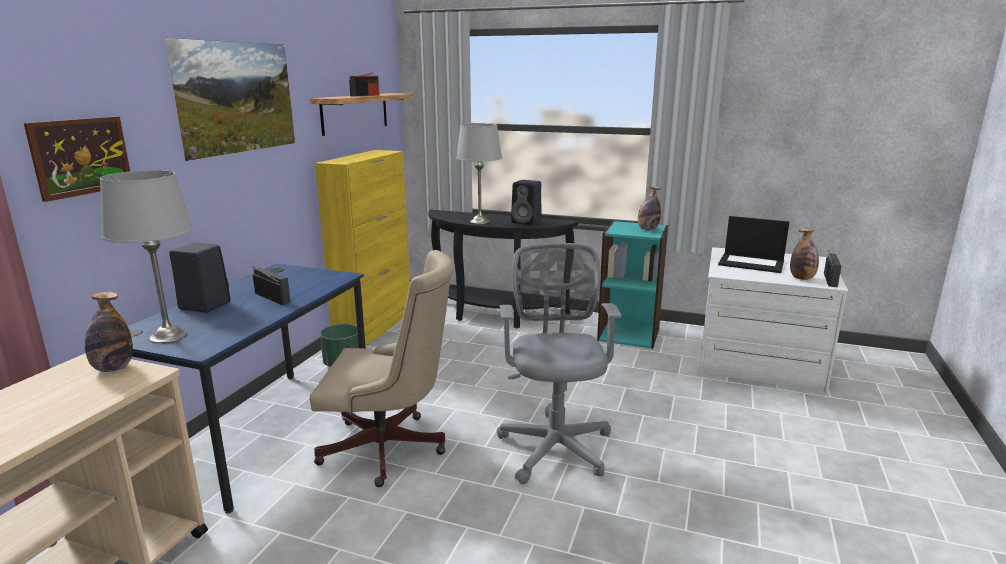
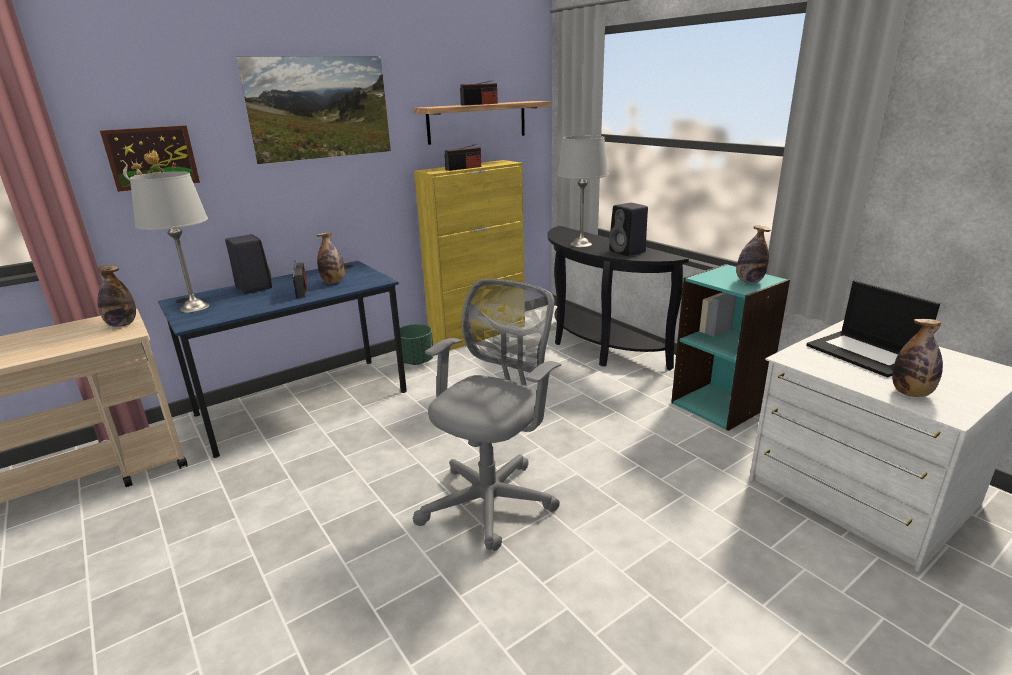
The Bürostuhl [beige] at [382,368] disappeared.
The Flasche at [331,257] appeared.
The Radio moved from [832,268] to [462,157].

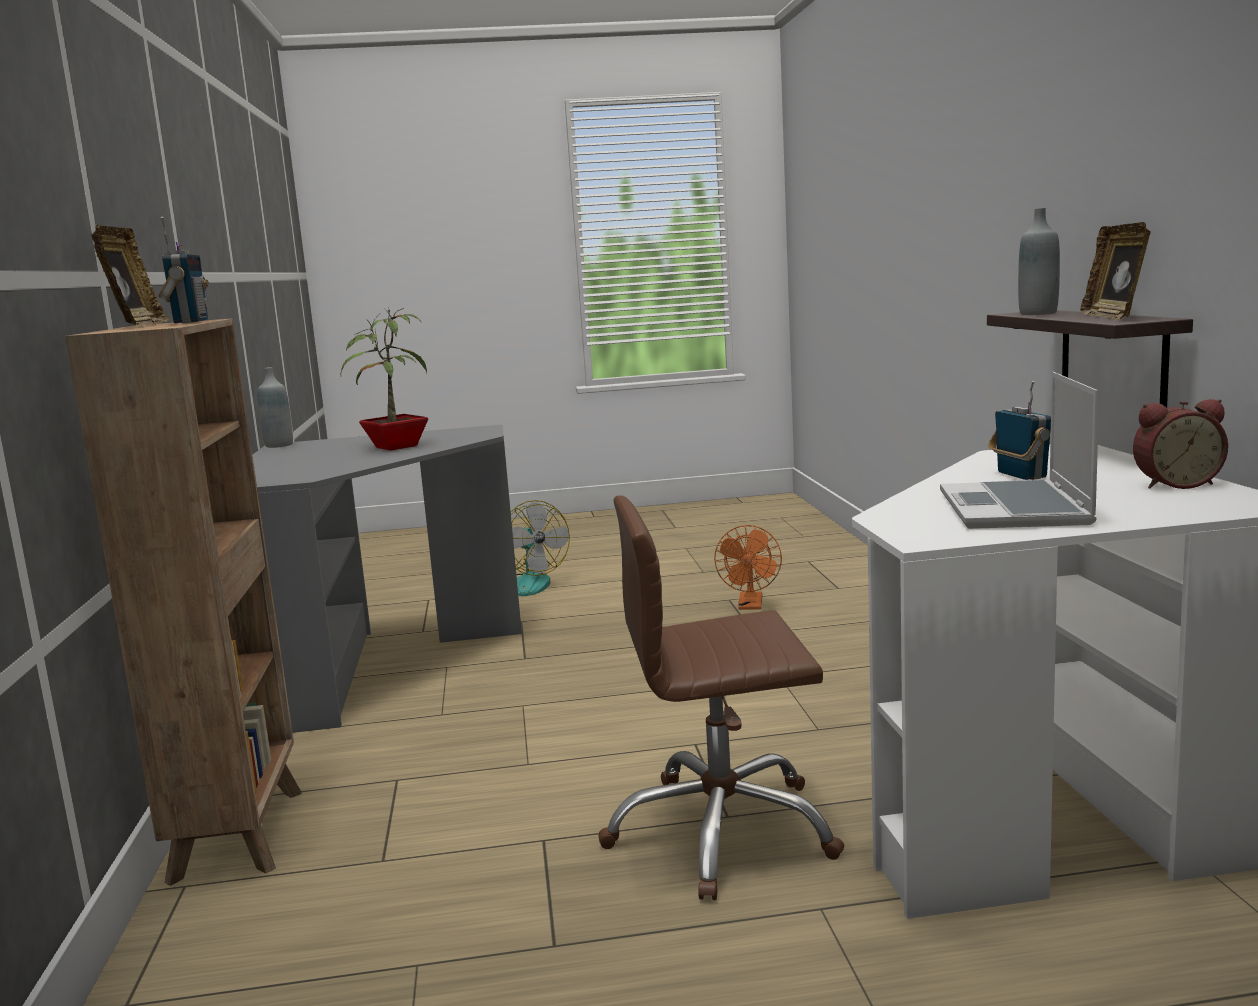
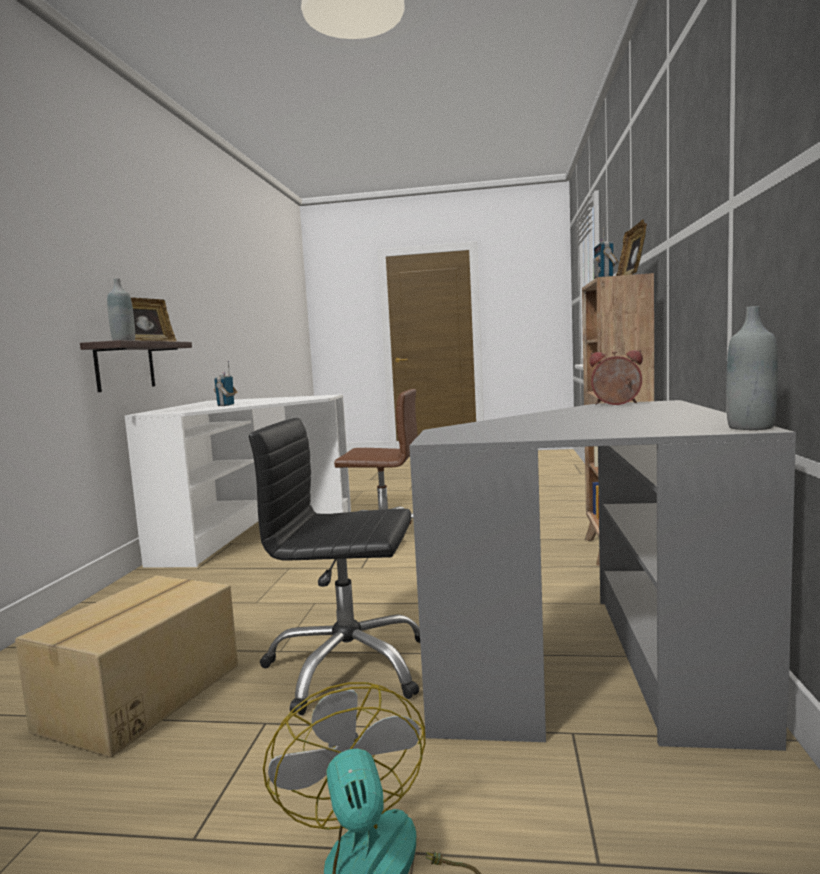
The Topfpflanze at [384,379] disappeared.
The Laptop at [1019,450] disappeared.
The Bürostuhl [schwarz] at [334,566] appeared.
The Wecker moved from [1180,444] to [616,377].
The Ventilator [orange] at [748,567] was replaced by the Karton at [126,666].

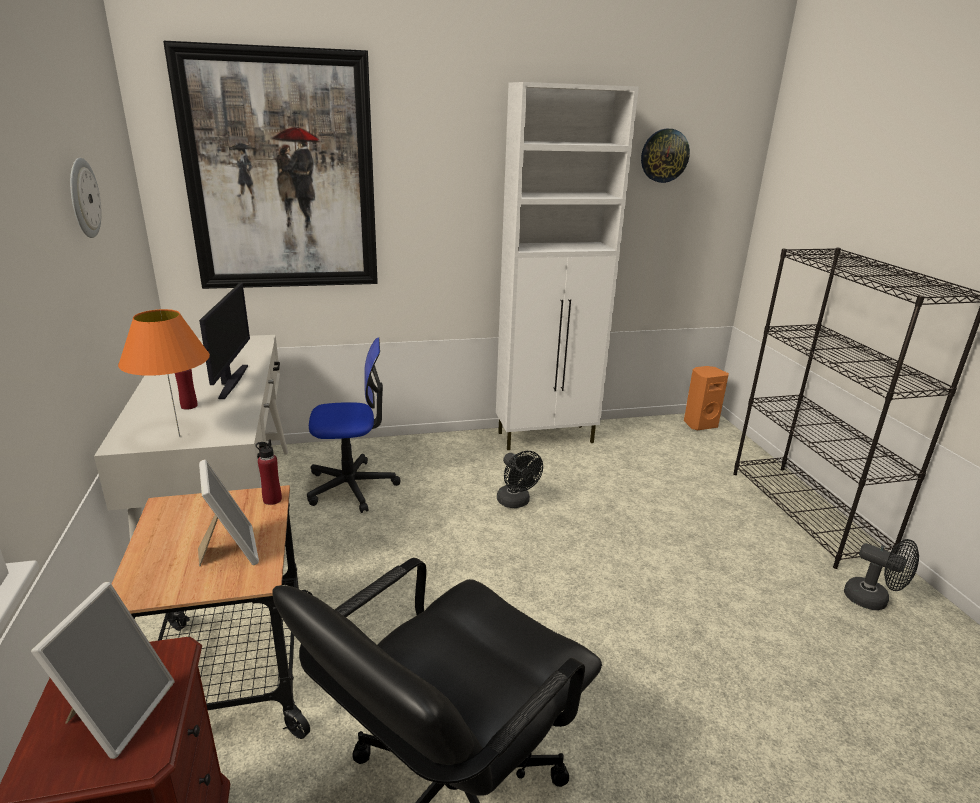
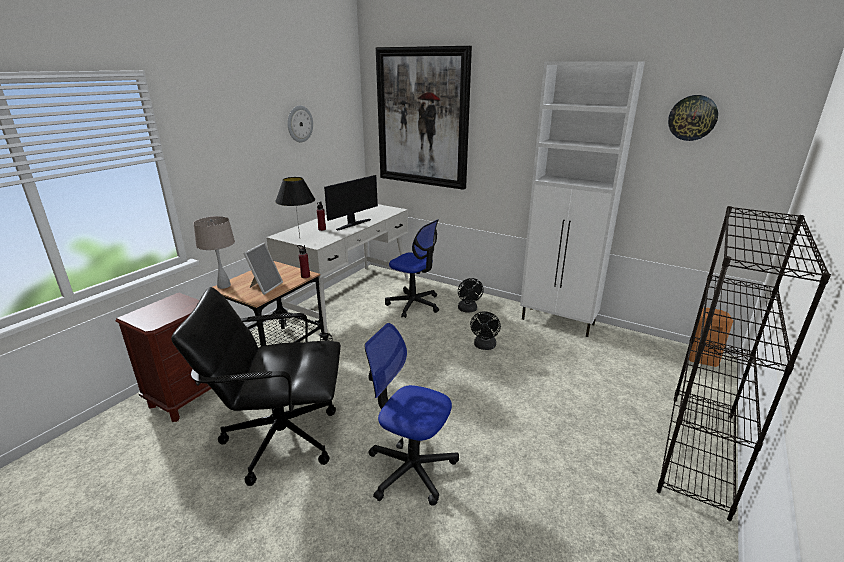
The Bilderrahmen at [103,670] disappeared.
The Tischlampe [beige] at [214,252] appeared.
The Bürostuhl at [412,414] appeared.
The Ventilator [schwarz] moved from [881,574] to [471,295].
The Tischlampe [orange] at [164,373] became the Tischlampe [schwarz] at [295,207].

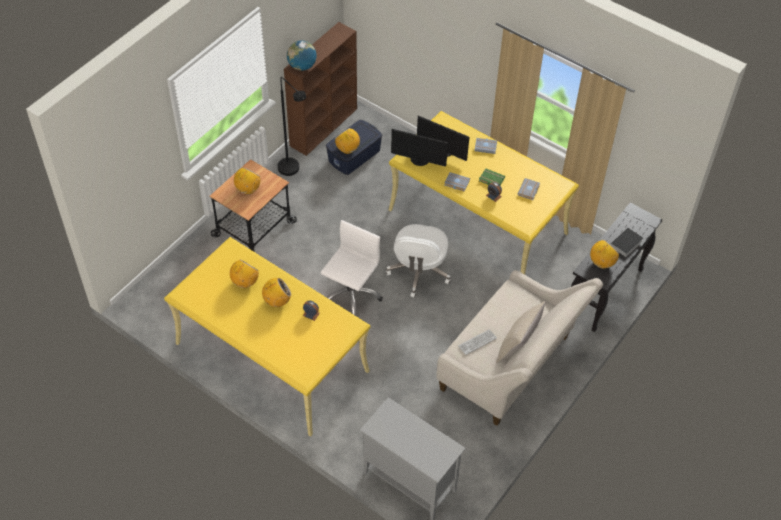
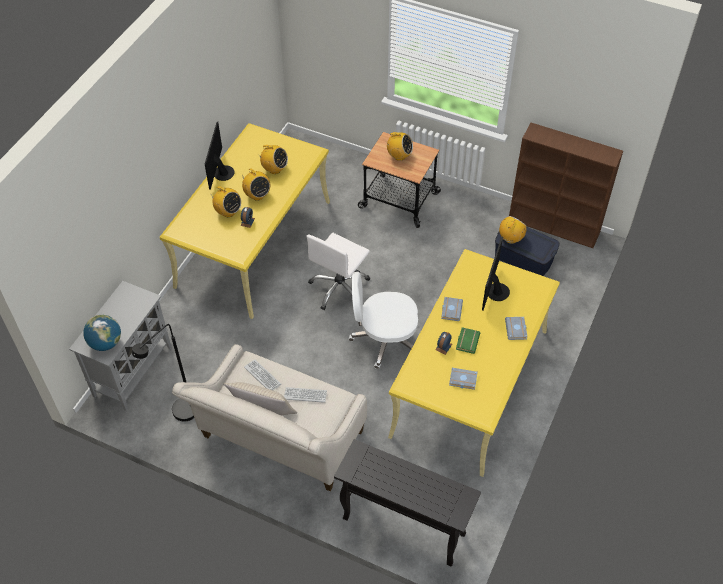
The Buch at [626,242] disappeared.
The Tastatur at [305,395] appeared.
The Stehlampe [schwarz] moved from [292,126] to [163,373].
The Globus moved from [302,55] to [102,333].
The Monitor moved from [419,147] to [220,156].
The Radio moved from [604,254] to [226,201].
The Bürostuhl [weiß] at [352,268] turned 105 degrees clockwise.

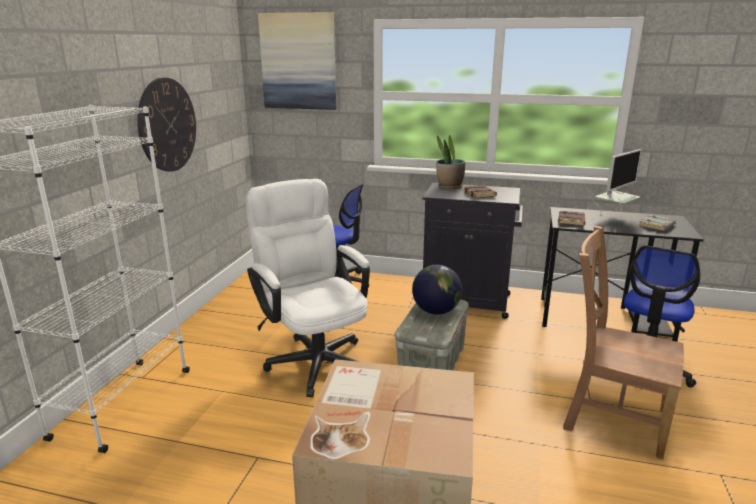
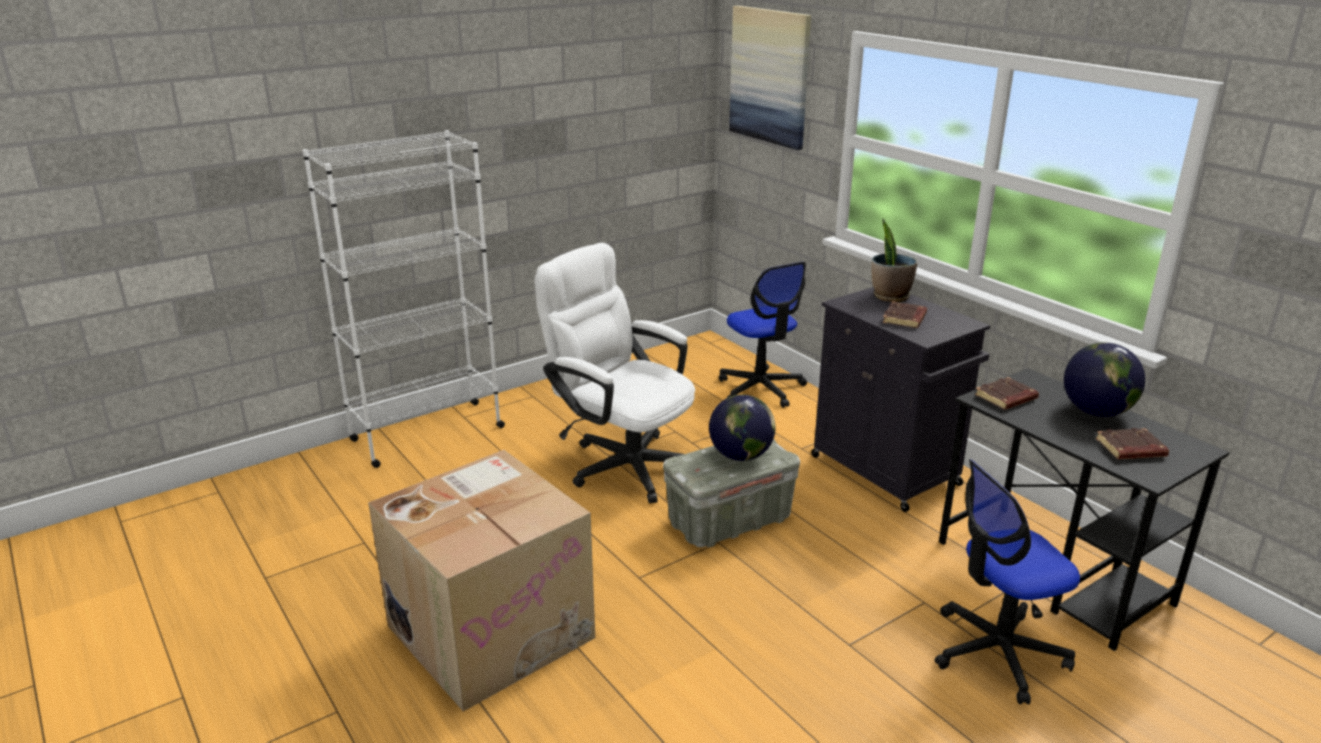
The Wanduhr at [166,124] disappeared.
The Stuhl [braun] at [623,342] disappeared.
The Monitor at [617,180] was replaced by the Globus at [1104,380].
The Buch [grau] at [657,223] became the Buch [braun] at [1132,443].
The Bürostuhl [weiß] at [308,288] turned 60 degrees counterclockwise.

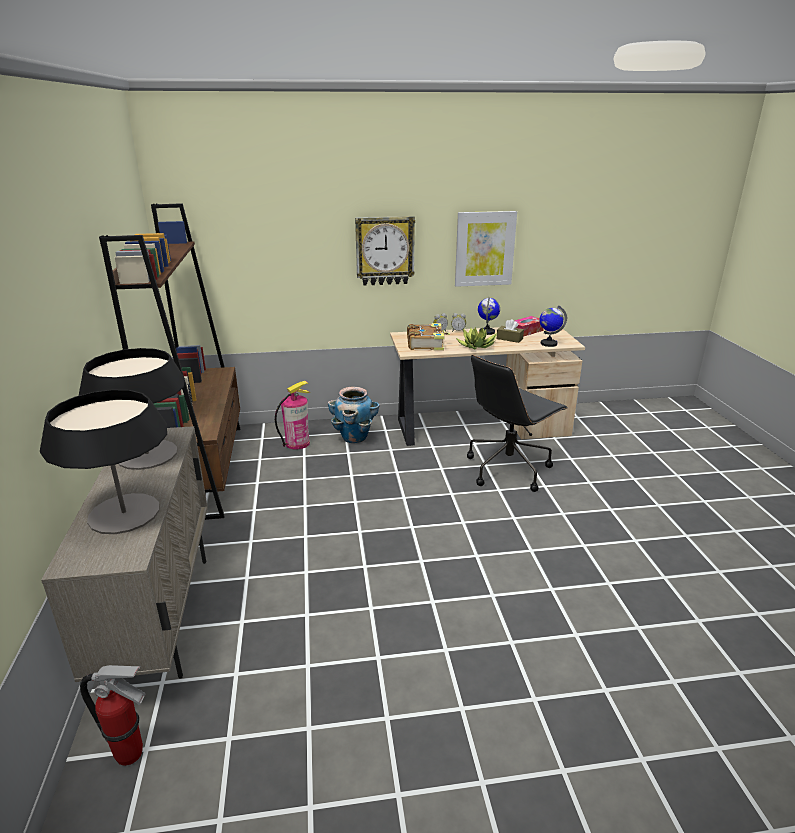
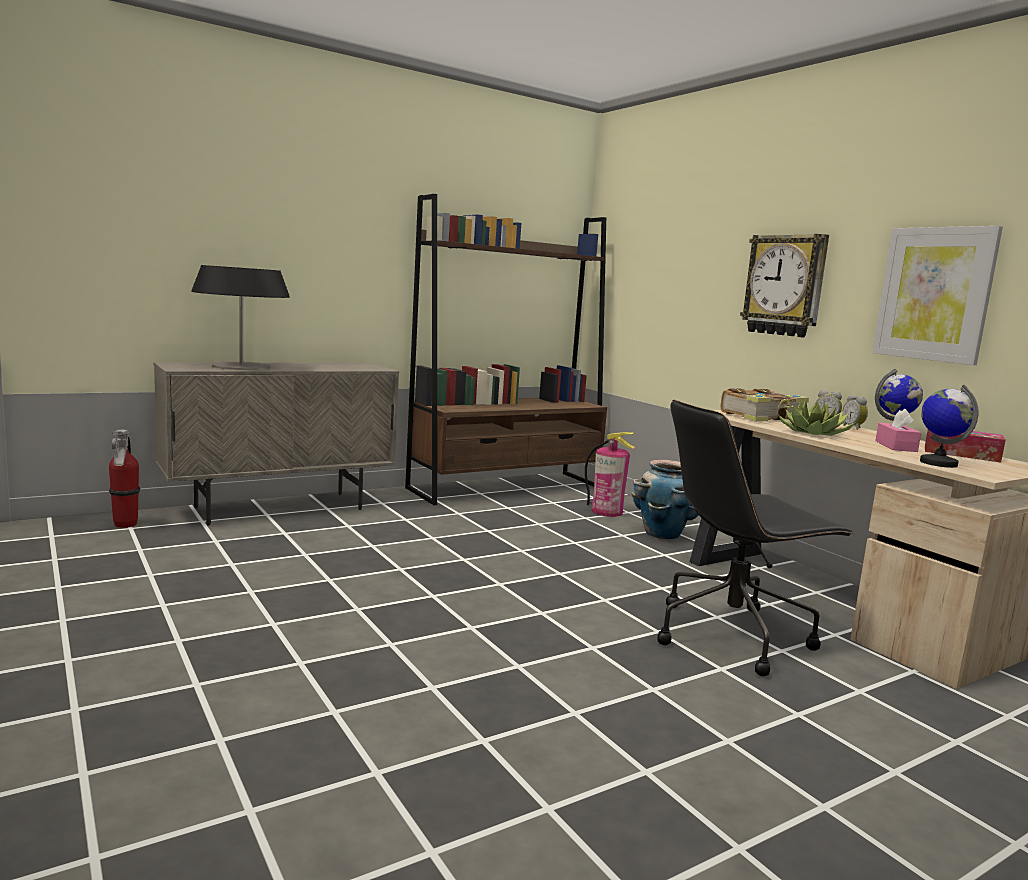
The Tischlampe at [132,409] disappeared.
The Taschentuchbox [braun] at [510,331] became the Taschentuchbox [rosa] at [898,430].
The Bürostuhl [schwarz] at [517,423] turned 45 degrees counterclockwise.

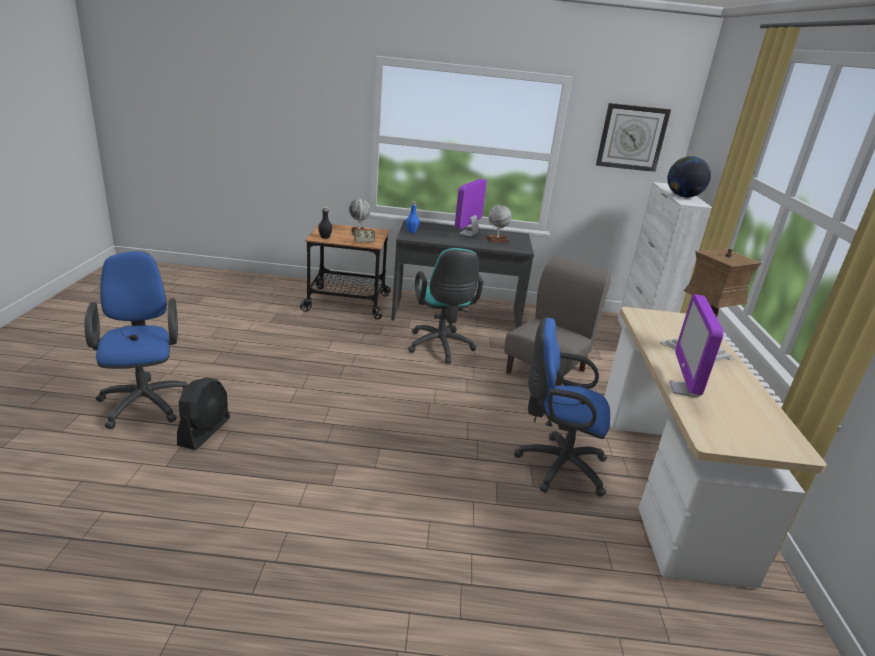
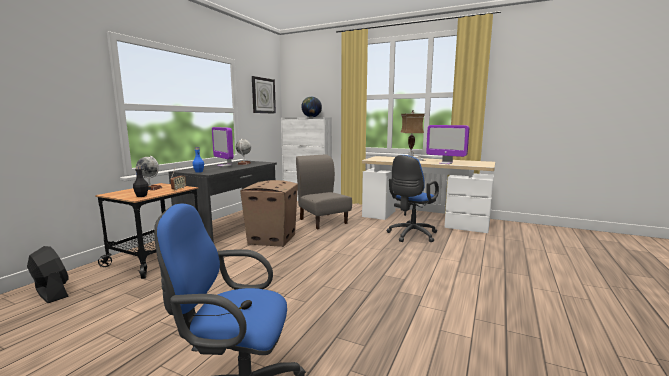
The Ventilator [schwarz] moved from [203,414] to [48,274].
The Bürostuhl [türkis] at [446,306] was replaced by the Karton at [269,213].

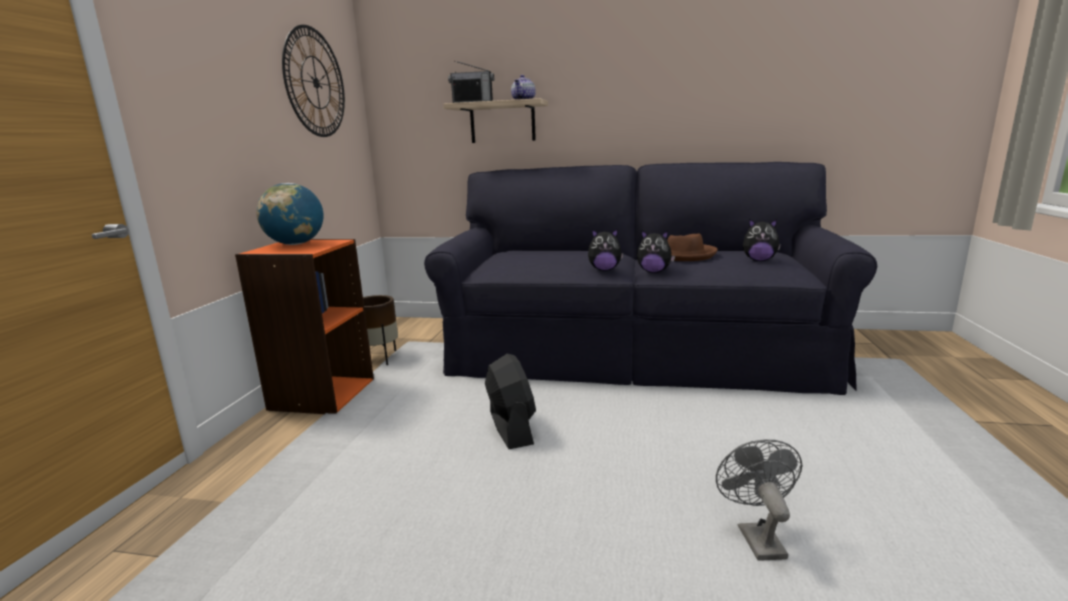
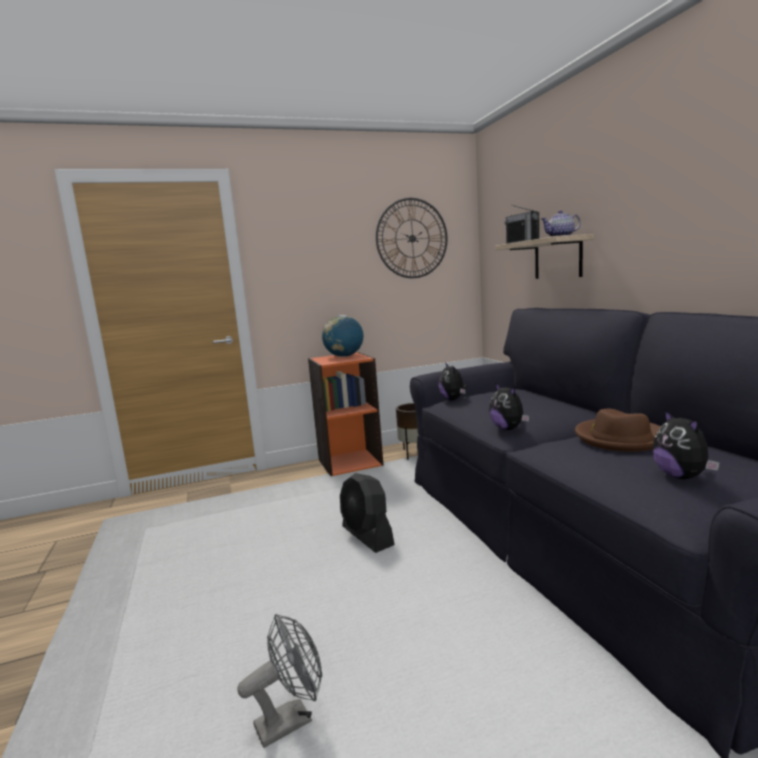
The Plüschtier moved from [656,251] to [452,381].
The Ventilator [schwarz] at [510,401] turned 105 degrees clockwise.

